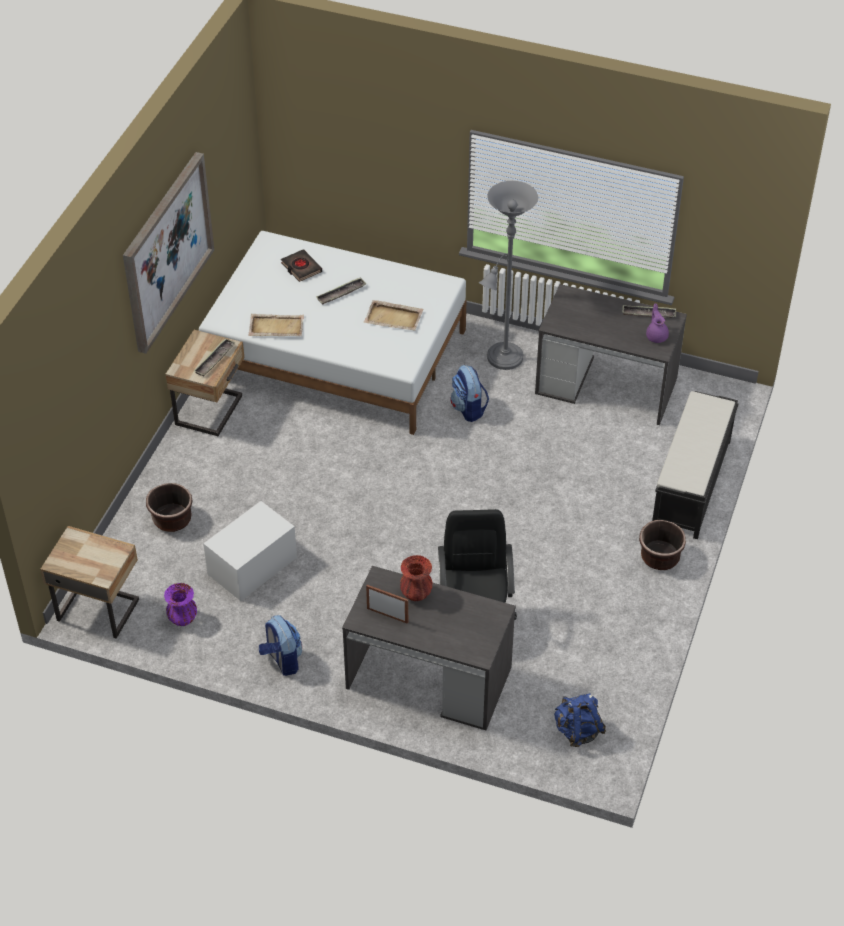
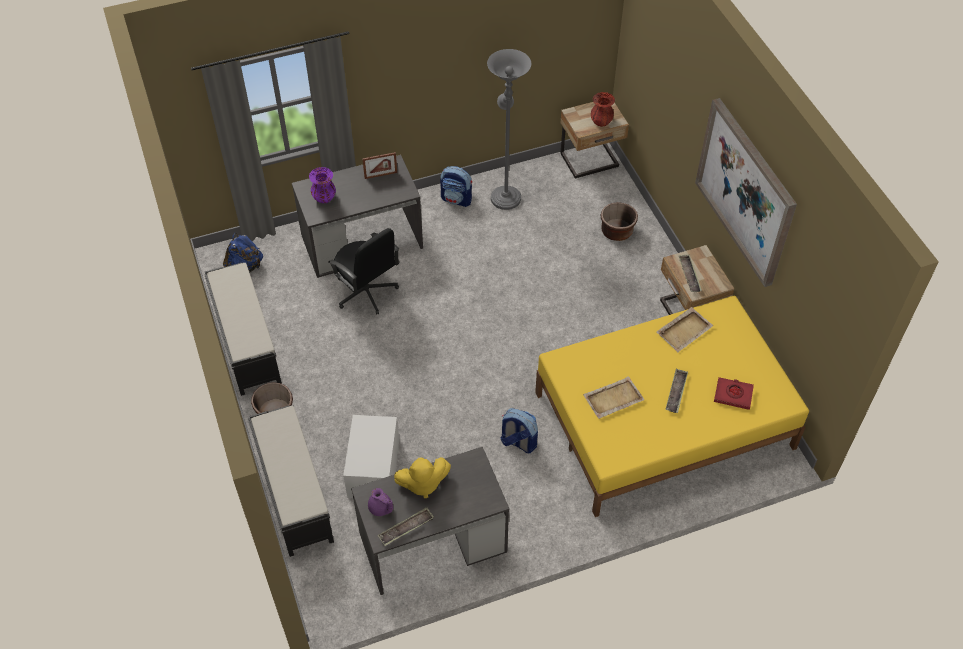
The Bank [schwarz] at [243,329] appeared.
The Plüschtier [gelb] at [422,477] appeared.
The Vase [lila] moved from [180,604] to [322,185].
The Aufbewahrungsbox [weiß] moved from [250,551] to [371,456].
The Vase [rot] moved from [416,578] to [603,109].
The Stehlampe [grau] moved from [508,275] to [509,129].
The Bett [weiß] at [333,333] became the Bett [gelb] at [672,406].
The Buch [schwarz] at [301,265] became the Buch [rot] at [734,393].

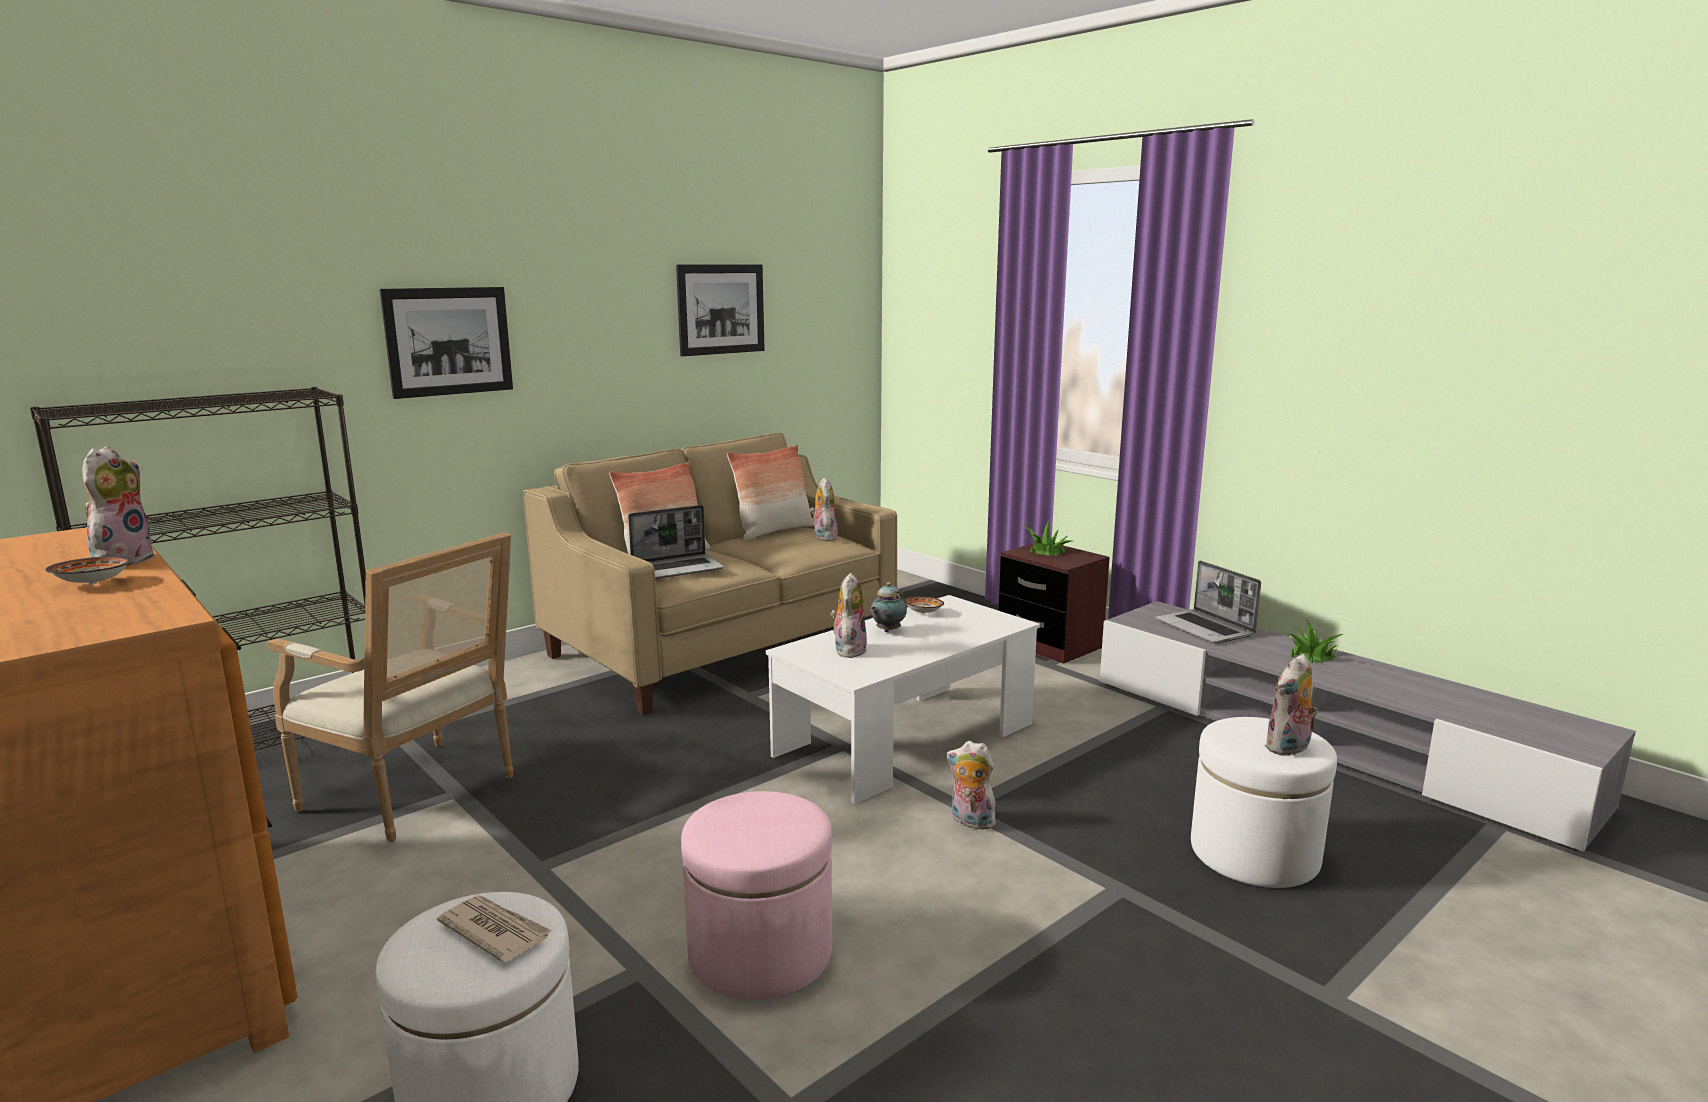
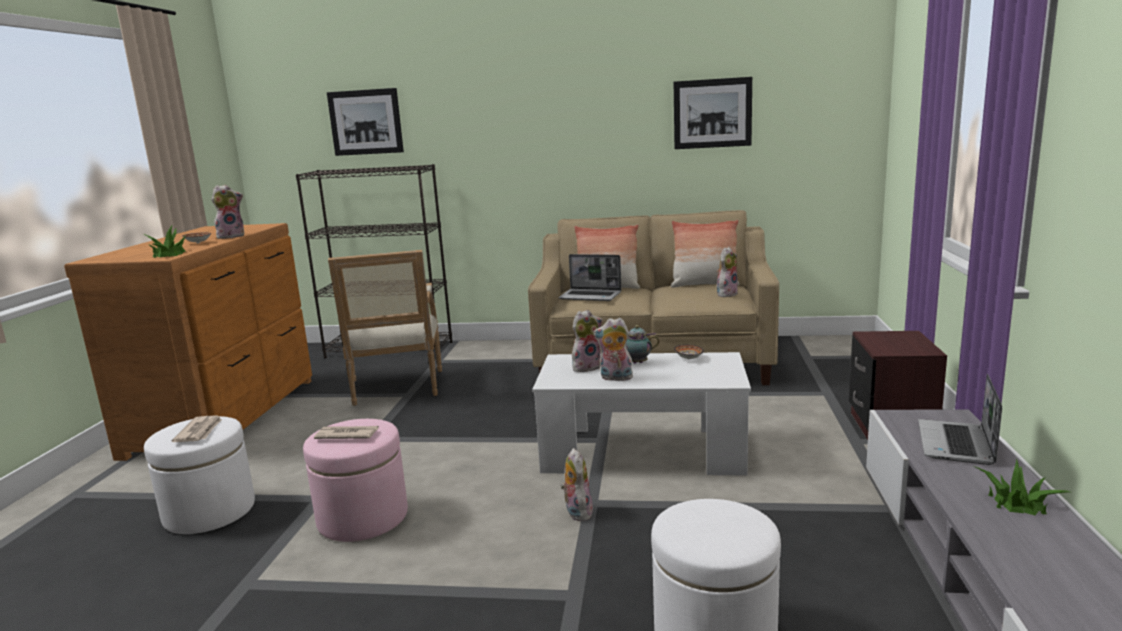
The Zeitung at [346,432] appeared.
The Bild moved from [446,343] to [365,122].
The Topfpflanze moved from [1047,538] to [165,242].
The Plüschtier moved from [1291,705] to [613,350].

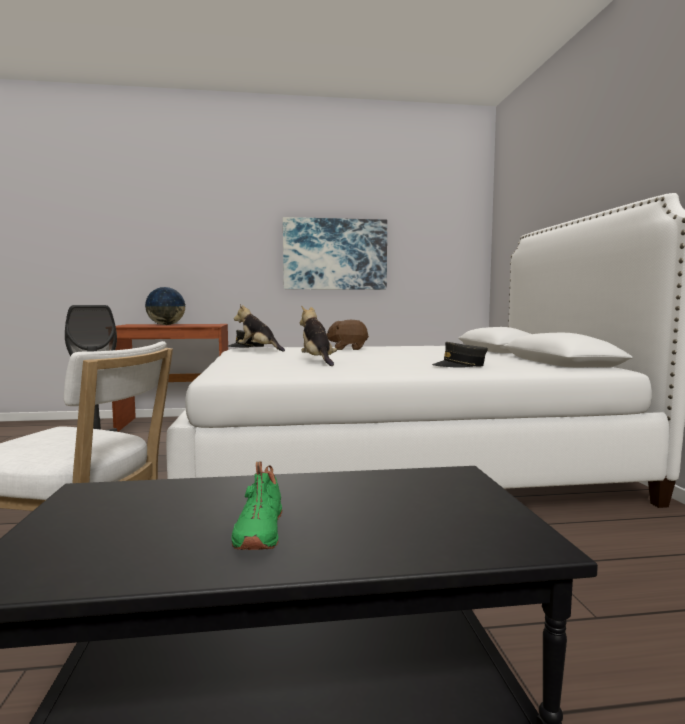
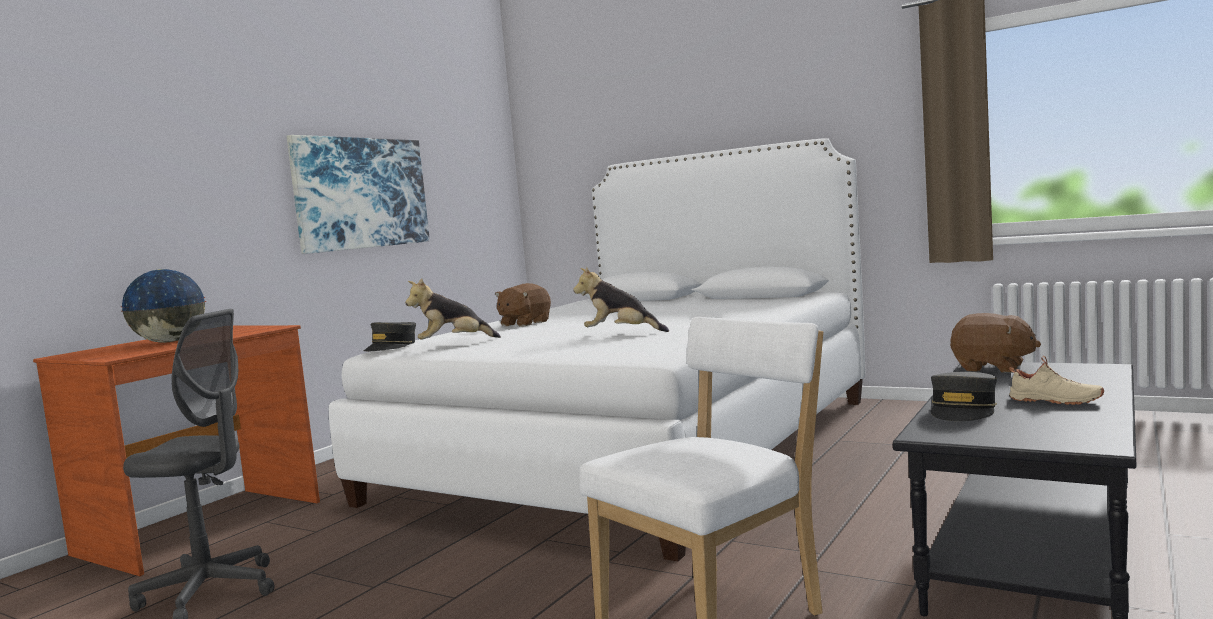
The Plüschtier [braun] at [995,343] appeared.
The Kappe [grau] moved from [460,355] to [963,396].
The Schuh [grün] at [257,505] became the Schuh [beige] at [1056,380].

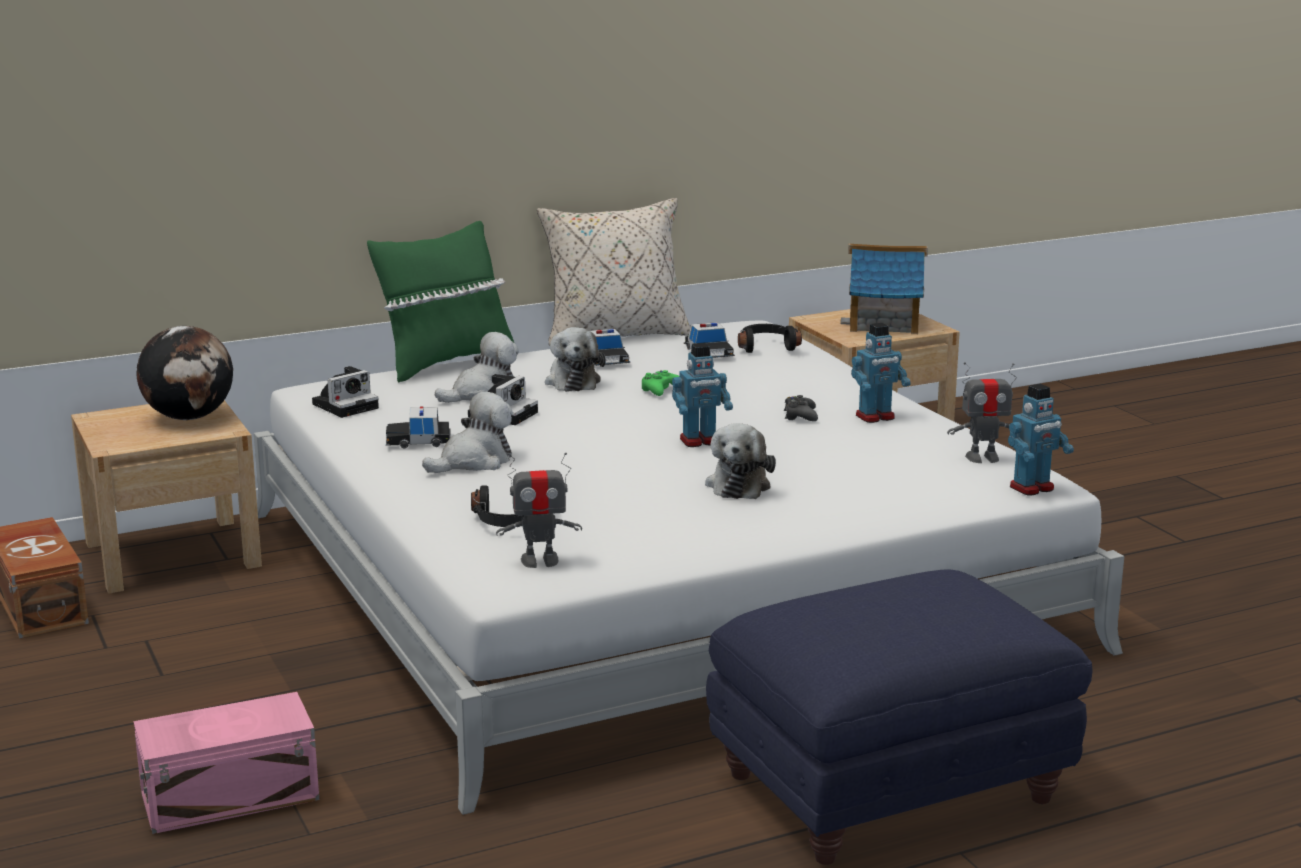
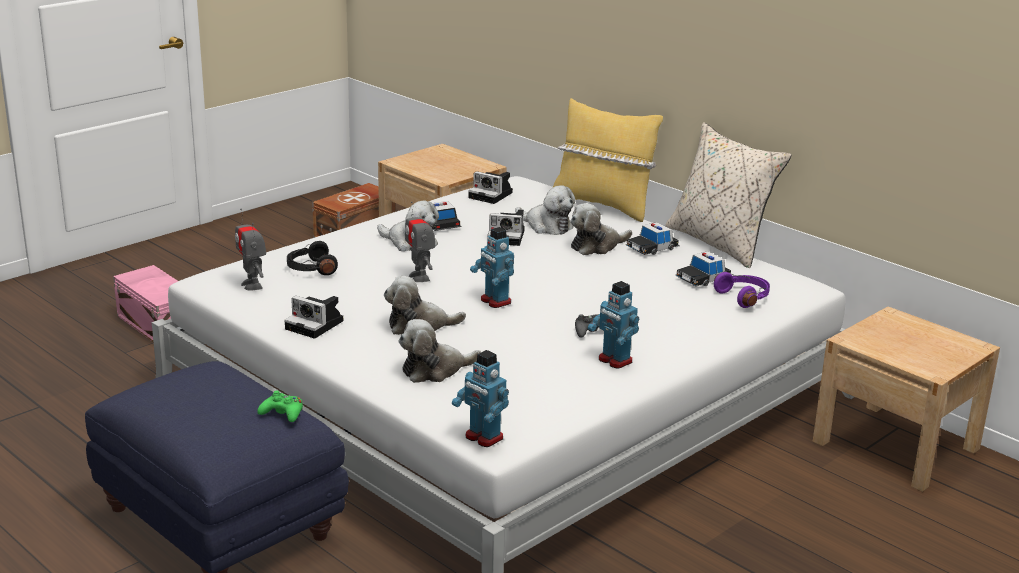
The Globus at [185,373] disappeared.
The Spielzeughaus at [884,289] disappeared.
The Kamera at [313,317] appeared.
The Plüschtier at [439,351] appeared.
The Gamepad [grün] moved from [660,383] to [280,406].
The Spielzeugroboter moved from [982,412] to [420,241].
The Kissen [grün] at [440,302] became the Kissen [gelb] at [608,160].
The Kopfhörer [schwarz] at [770,338] became the Kopfhörer [lila] at [742,290].

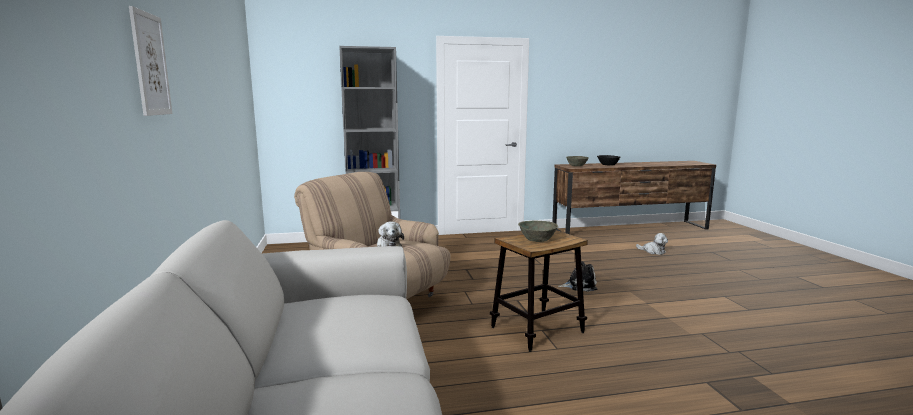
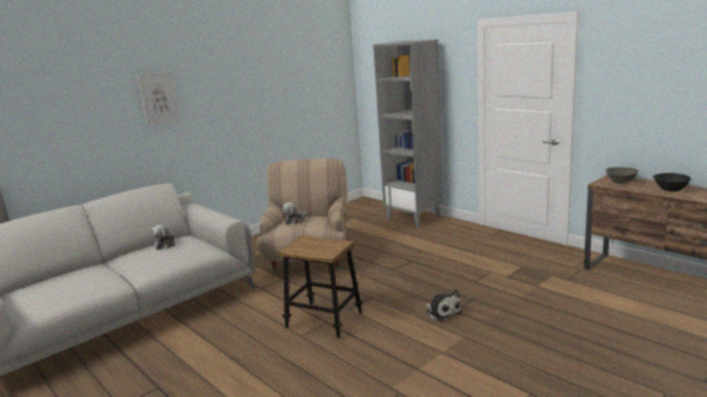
The Schüssel [grau] at [538,231] disappeared.
The Plüschtier moved from [652,244] to [163,237].

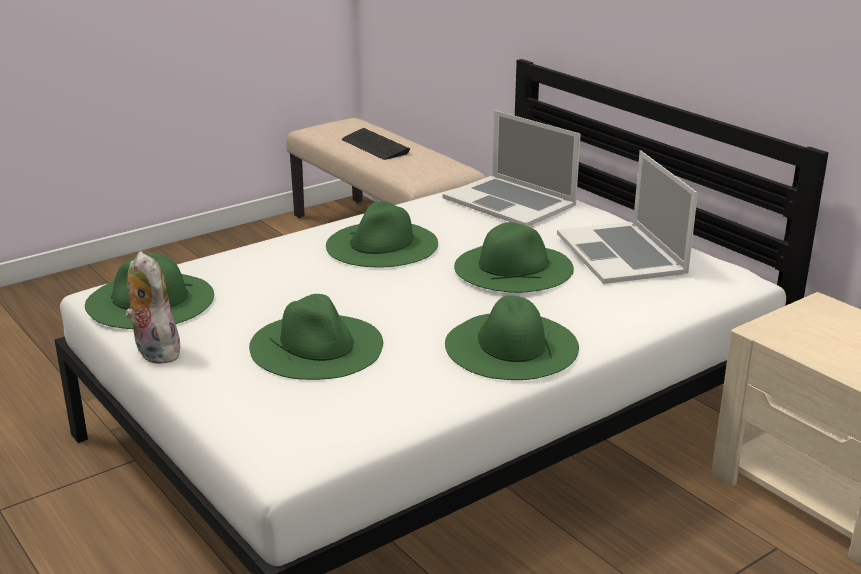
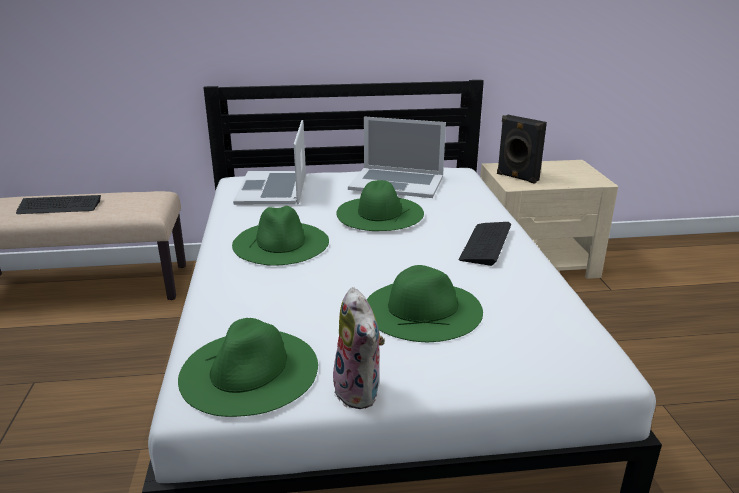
The Lautsprecher [schwarz] at [522,149] appeared.
The Hut [grün] at [512,337] was replaced by the Tastatur at [485,244].
The Plüschtier at [153,308] turned 105 degrees counterclockwise.
The Laptop at [512,168] turned 105 degrees clockwise.

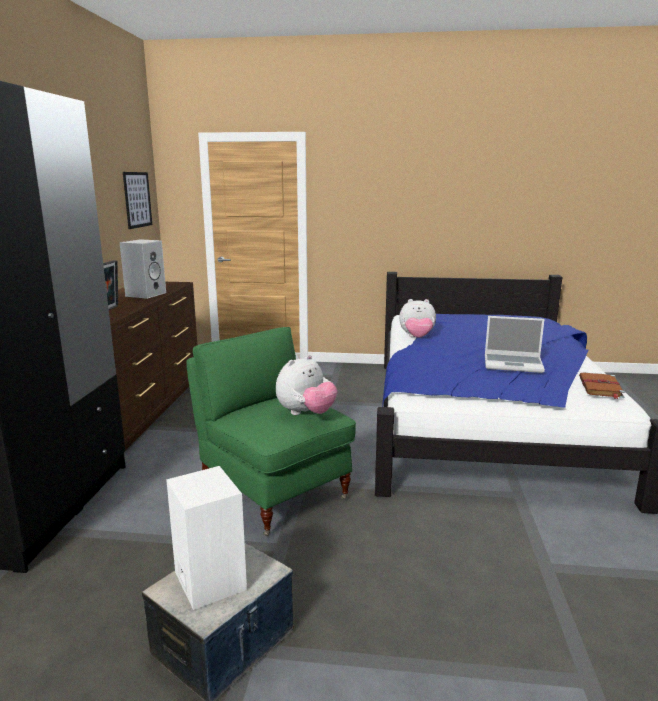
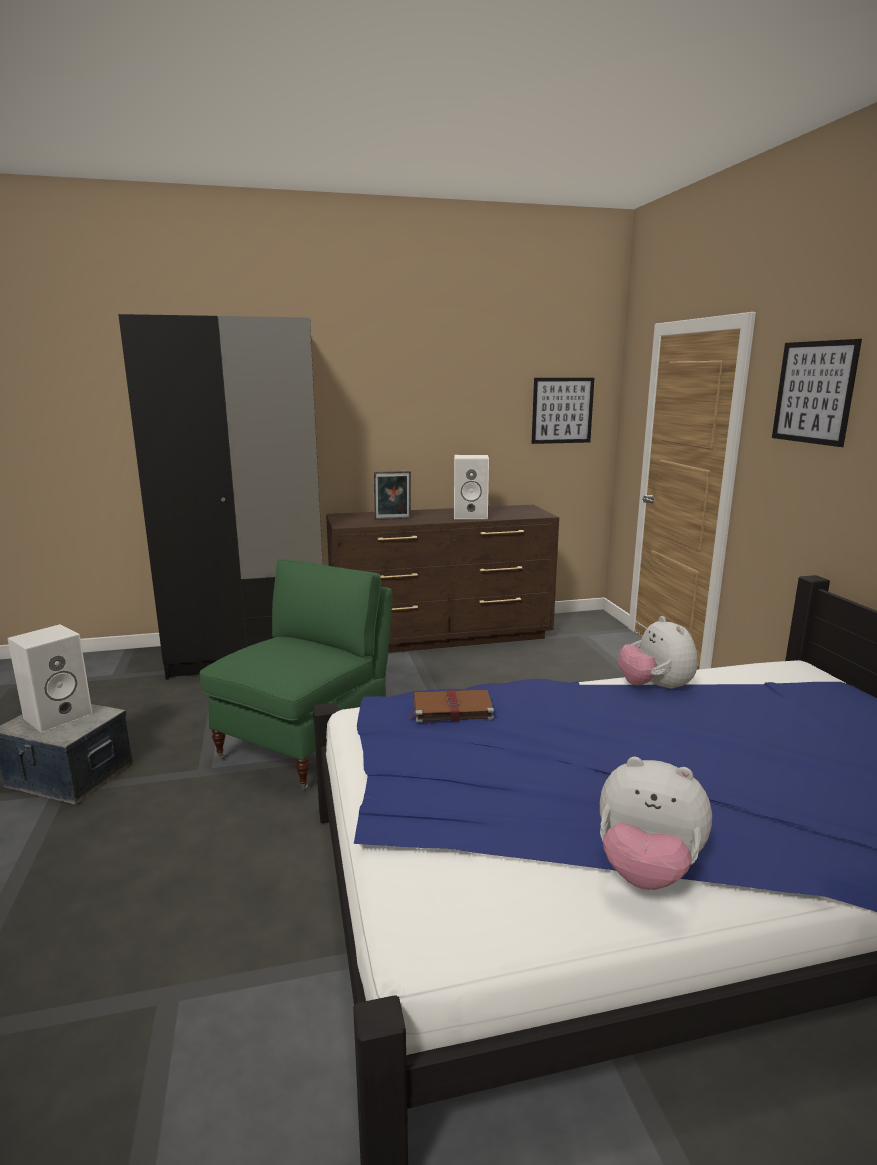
The Laptop at [515,344] disappeared.
The Bild at [817,393] appeared.
The Plüschtier moved from [307,385] to [656,823].
The Buch [braun] moved from [602,385] to [451,706].

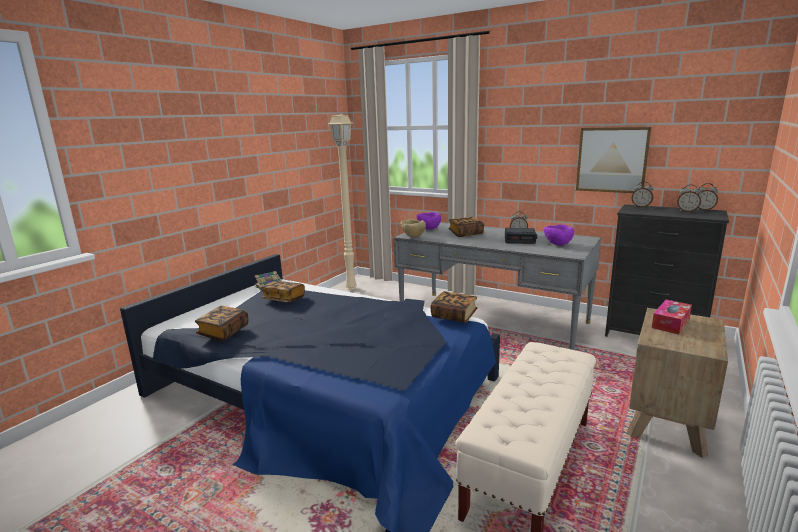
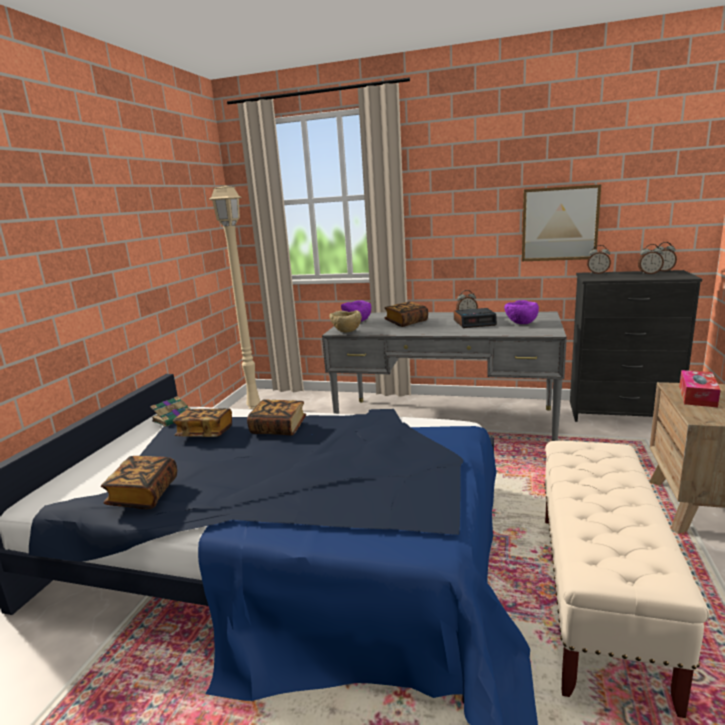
The Buch moved from [453,307] to [276,417].

